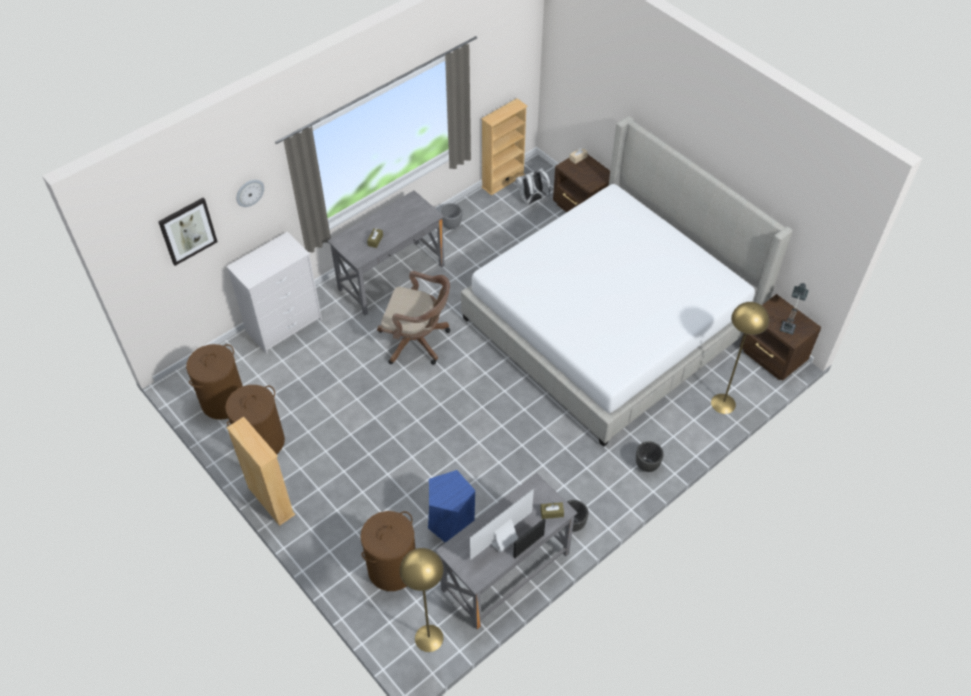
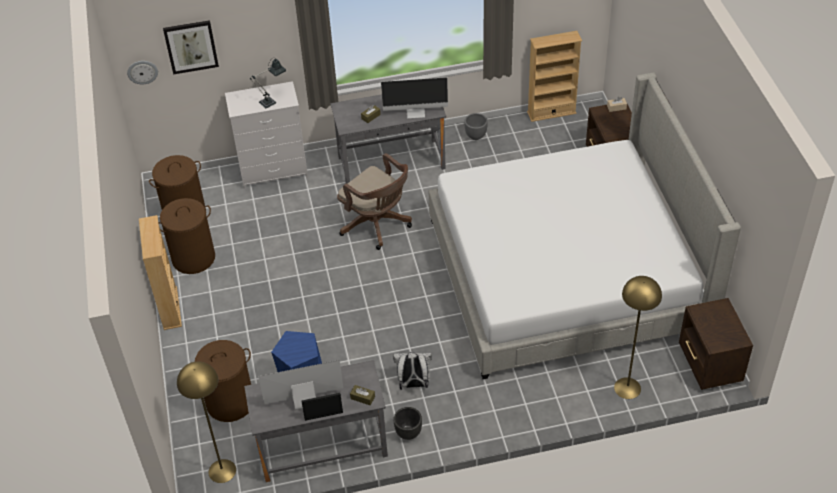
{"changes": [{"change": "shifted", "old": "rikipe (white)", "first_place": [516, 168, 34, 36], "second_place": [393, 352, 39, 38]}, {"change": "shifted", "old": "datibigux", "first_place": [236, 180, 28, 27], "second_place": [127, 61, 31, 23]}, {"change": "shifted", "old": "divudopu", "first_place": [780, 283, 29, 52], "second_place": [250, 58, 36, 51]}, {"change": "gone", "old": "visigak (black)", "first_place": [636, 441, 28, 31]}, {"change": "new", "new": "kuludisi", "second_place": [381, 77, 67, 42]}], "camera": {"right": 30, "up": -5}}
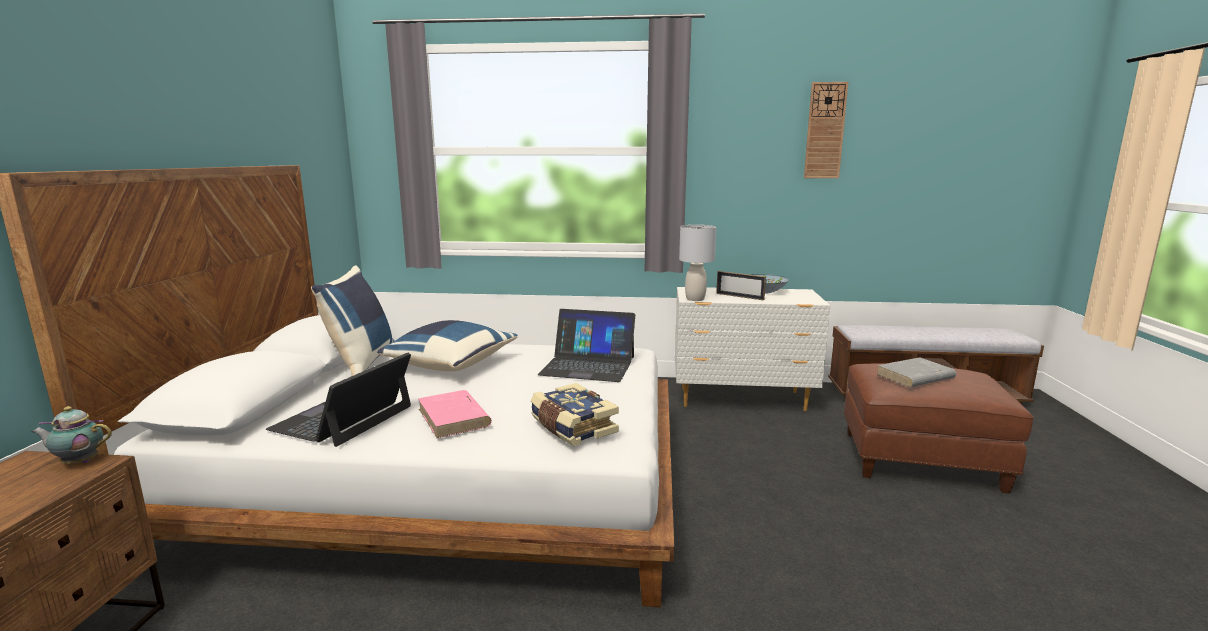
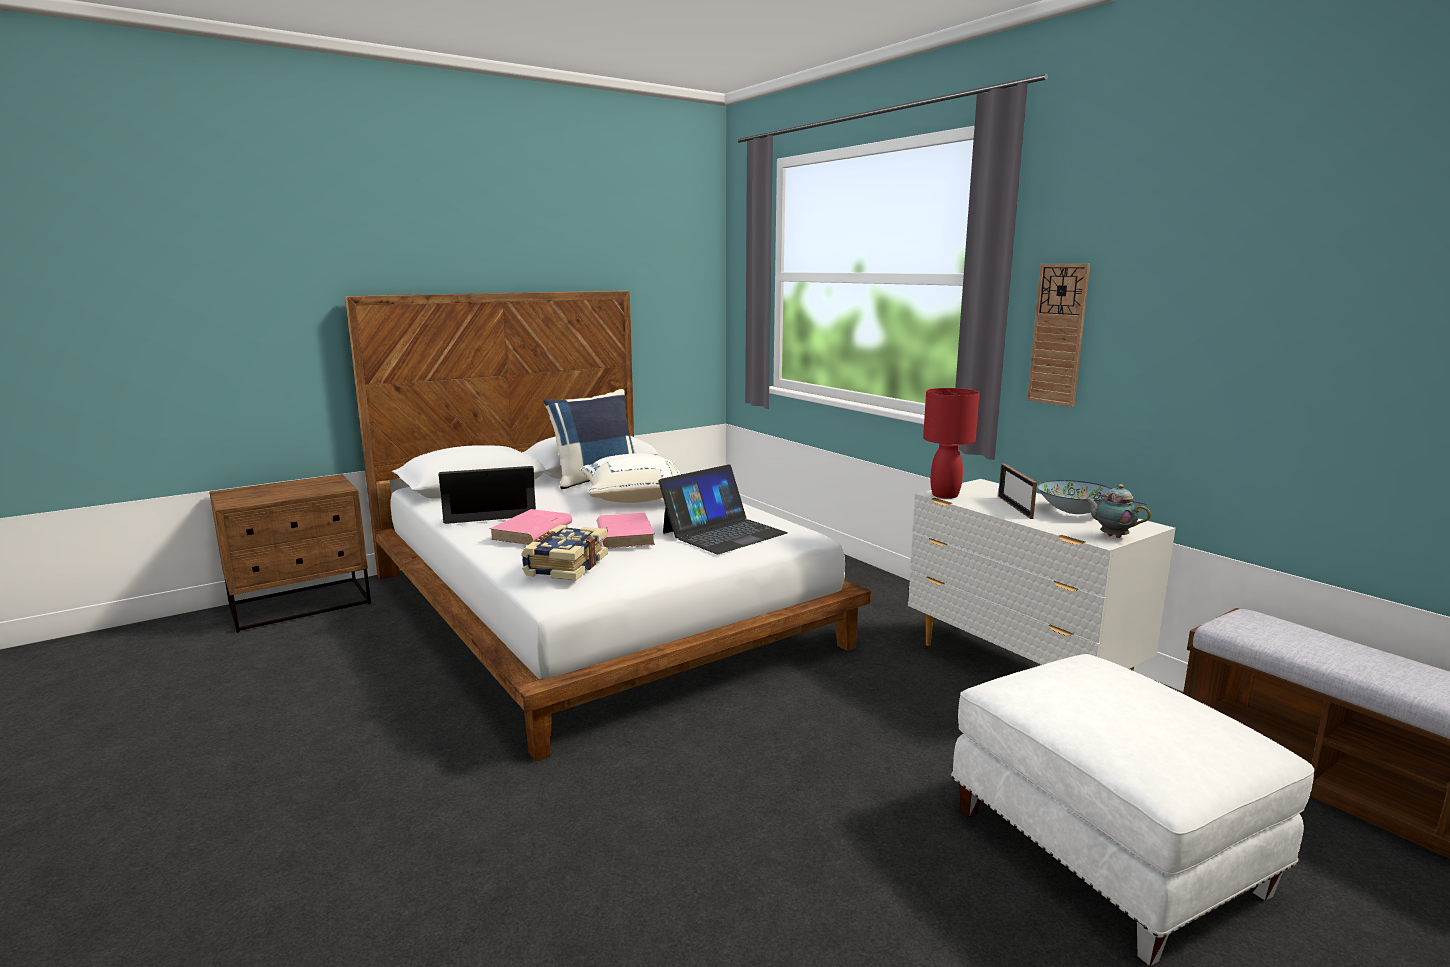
{"changes": [{"change": "shifted", "old": "datibigux", "first_place": [804, 82, 44, 96], "second_place": [1027, 264, 63, 143]}, {"change": "repainted", "old": "divudopu (grey)", "new": "divudopu (red)", "first_place": [679, 225, 37, 76], "second_place": [923, 388, 57, 111]}, {"change": "rotated", "old": "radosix", "first_place": [538, 309, 97, 73], "second_place": [658, 464, 130, 90], "degrees": -105}, {"change": "repainted", "old": "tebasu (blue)", "new": "tebasu (white)", "first_place": [377, 320, 140, 51], "second_place": [580, 453, 102, 50]}, {"change": "gone", "old": "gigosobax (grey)", "first_place": [877, 357, 79, 30]}, {"change": "repainted", "old": "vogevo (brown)", "new": "vogevo (white)", "first_place": [843, 364, 191, 129], "second_place": [951, 654, 364, 312]}, {"change": "shifted", "old": "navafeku", "first_place": [31, 406, 81, 58], "second_place": [1084, 484, 67, 54]}, {"change": "new", "new": "gigosobax (pink)", "second_place": [597, 513, 58, 35]}], "camera": {"right": 50, "up": 0}}
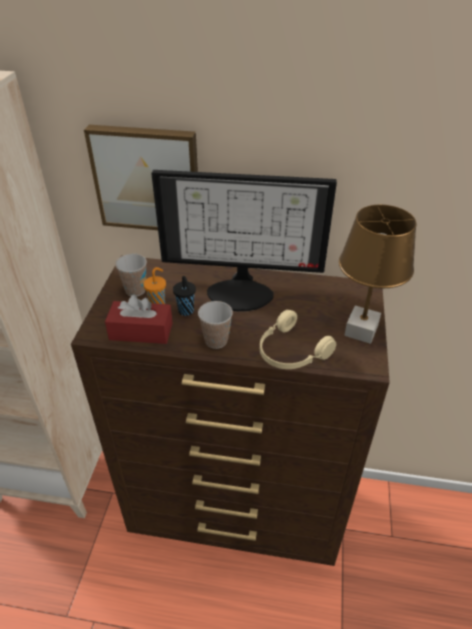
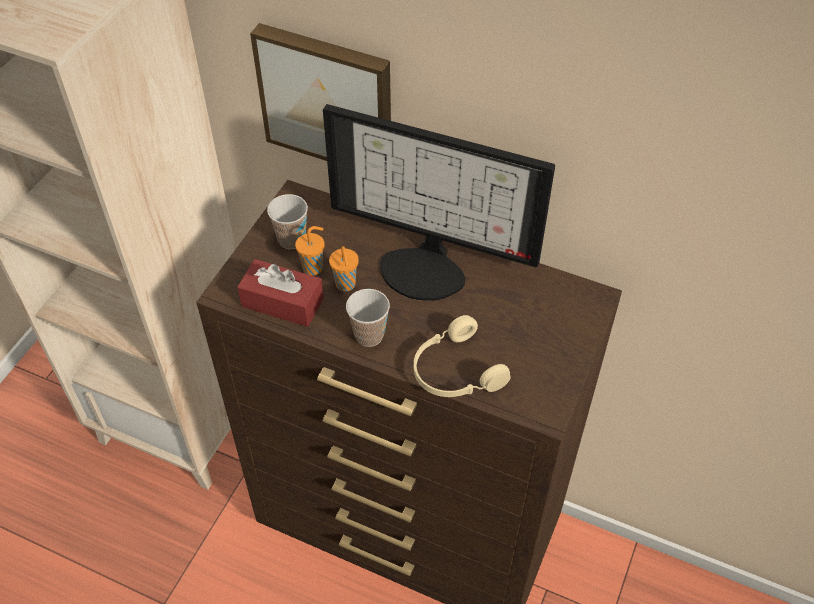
{"changes": [{"change": "gone", "old": "divudopu (brown)", "first_place": [339, 205, 77, 139]}, {"change": "repainted", "old": "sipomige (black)", "new": "sipomige (orange)", "first_place": [173, 276, 23, 40], "second_place": [329, 246, 30, 45]}], "camera": {"right": 15, "up": 10}}
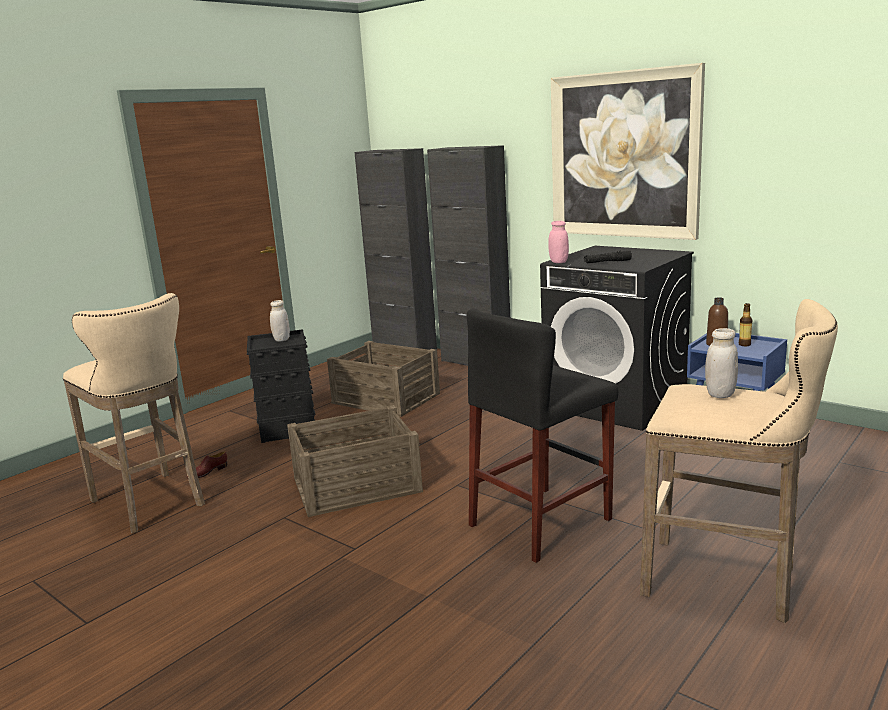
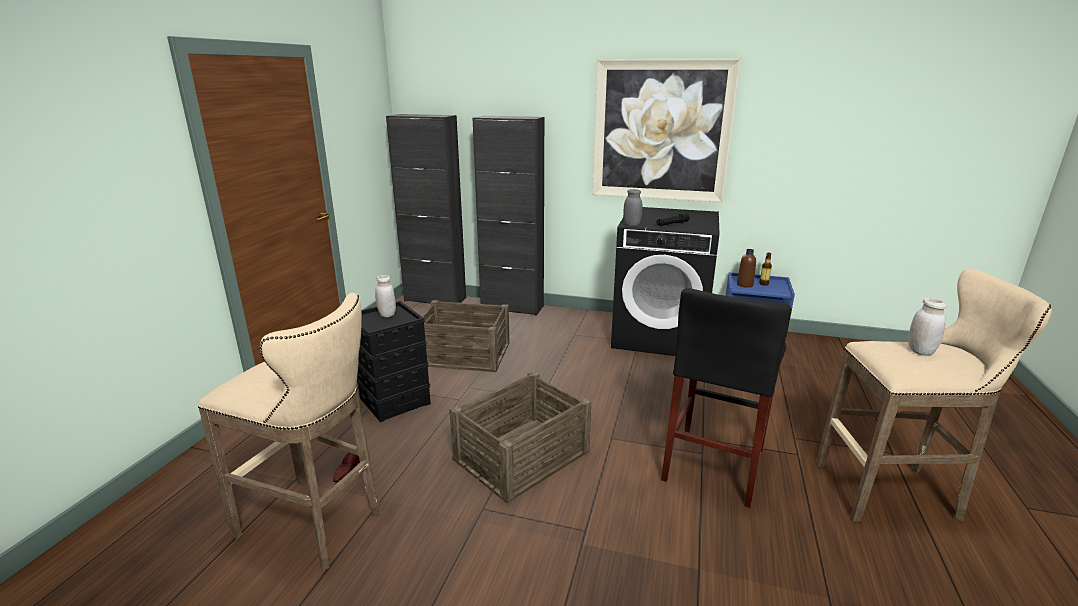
{"changes": [{"change": "repainted", "old": "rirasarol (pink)", "new": "rirasarol (grey)", "first_place": [548, 221, 21, 42], "second_place": [623, 189, 20, 37]}], "camera": {"right": -25, "up": 5}}
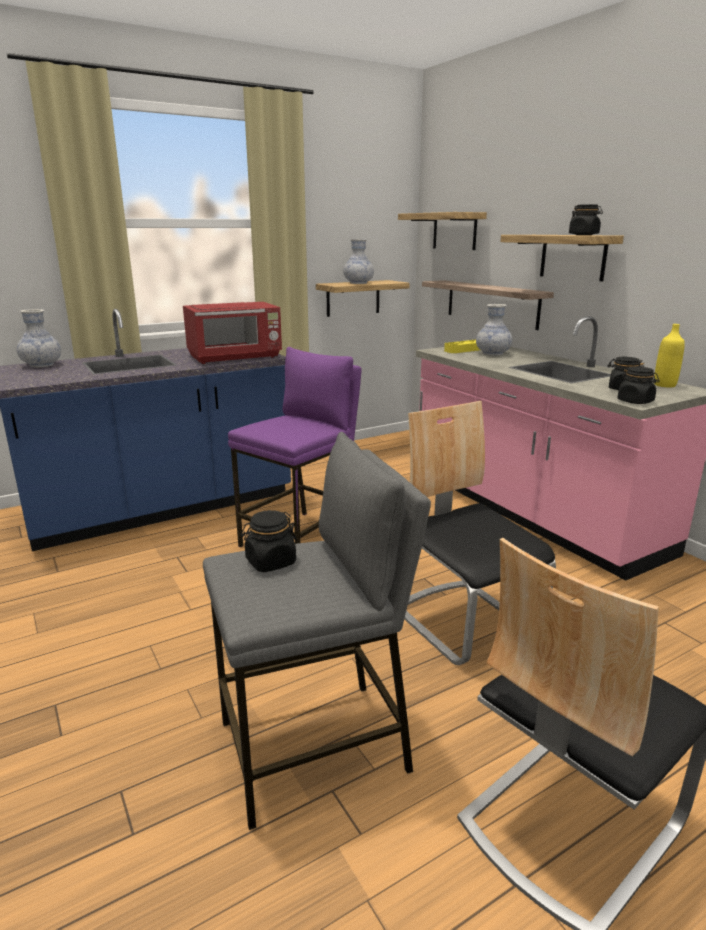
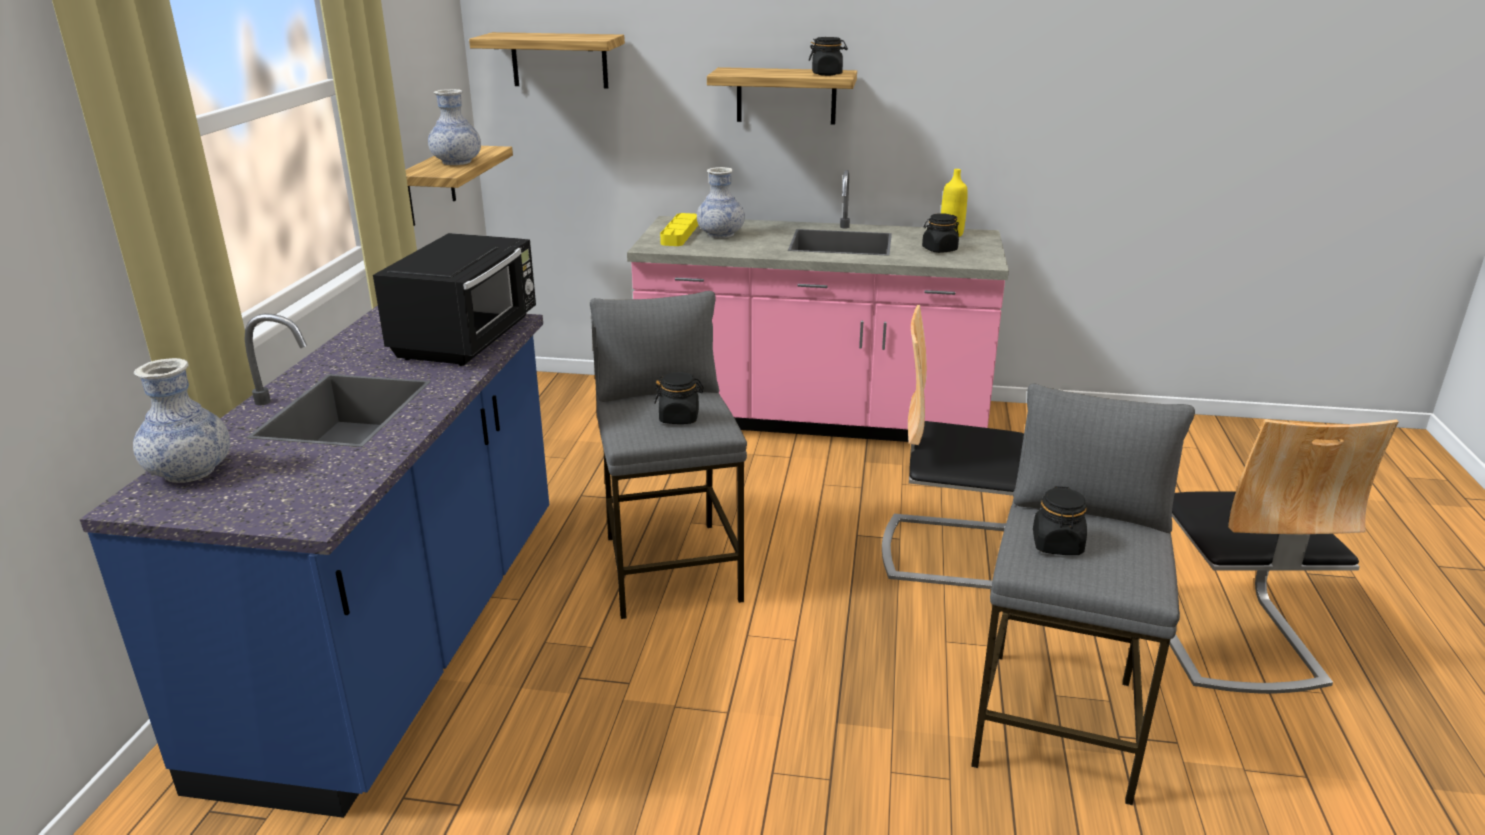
{"changes": [{"change": "gone", "old": "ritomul", "first_place": [422, 280, 132, 50]}, {"change": "repainted", "old": "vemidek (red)", "new": "vemidek (black)", "first_place": [183, 302, 99, 62], "second_place": [373, 233, 163, 133]}, {"change": "repainted", "old": "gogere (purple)", "new": "gogere (grey)", "first_place": [228, 347, 134, 200], "second_place": [590, 291, 157, 328]}, {"change": "shifted", "old": "rirasarol (black)", "first_place": [617, 367, 43, 37], "second_place": [654, 372, 50, 52]}], "camera": {"right": -50, "up": 5}}
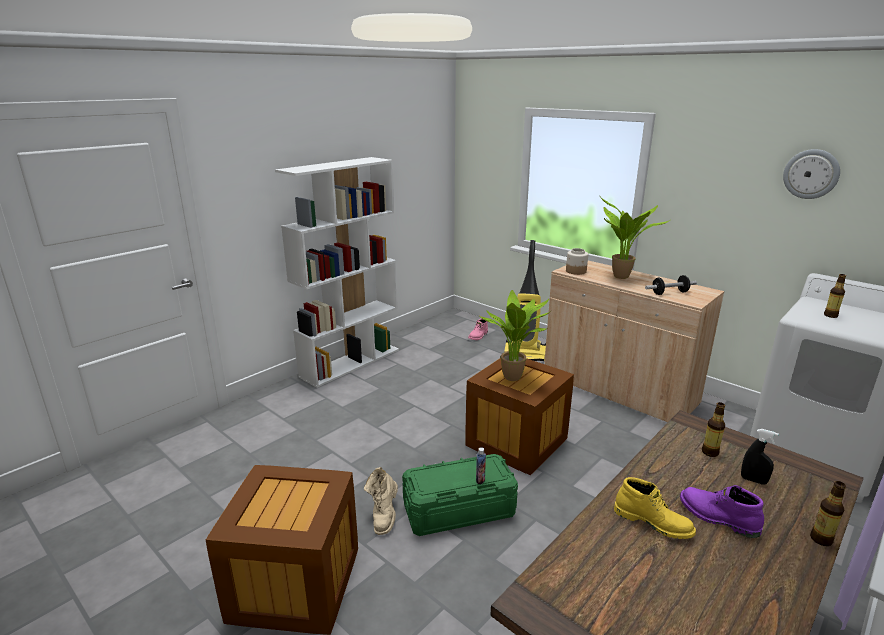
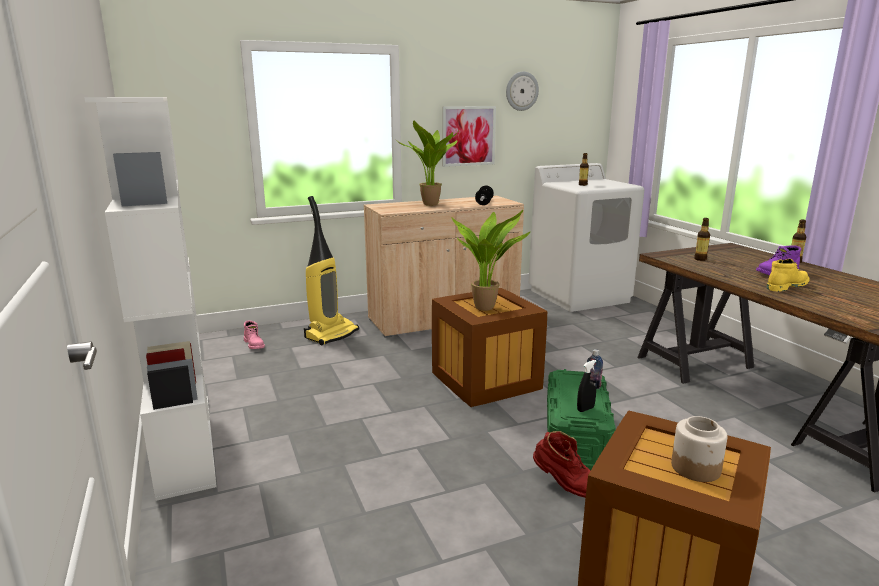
{"changes": [{"change": "shifted", "old": "rirasarol", "first_place": [566, 248, 22, 27], "second_place": [671, 416, 57, 66]}, {"change": "shifted", "old": "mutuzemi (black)", "first_place": [741, 429, 38, 56], "second_place": [577, 360, 20, 52]}, {"change": "repainted", "old": "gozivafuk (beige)", "new": "gozivafuk (red)", "first_place": [364, 467, 34, 68], "second_place": [533, 431, 58, 67]}, {"change": "new", "new": "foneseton", "second_place": [442, 106, 54, 61]}], "camera": {"right": -65, "up": -5}}
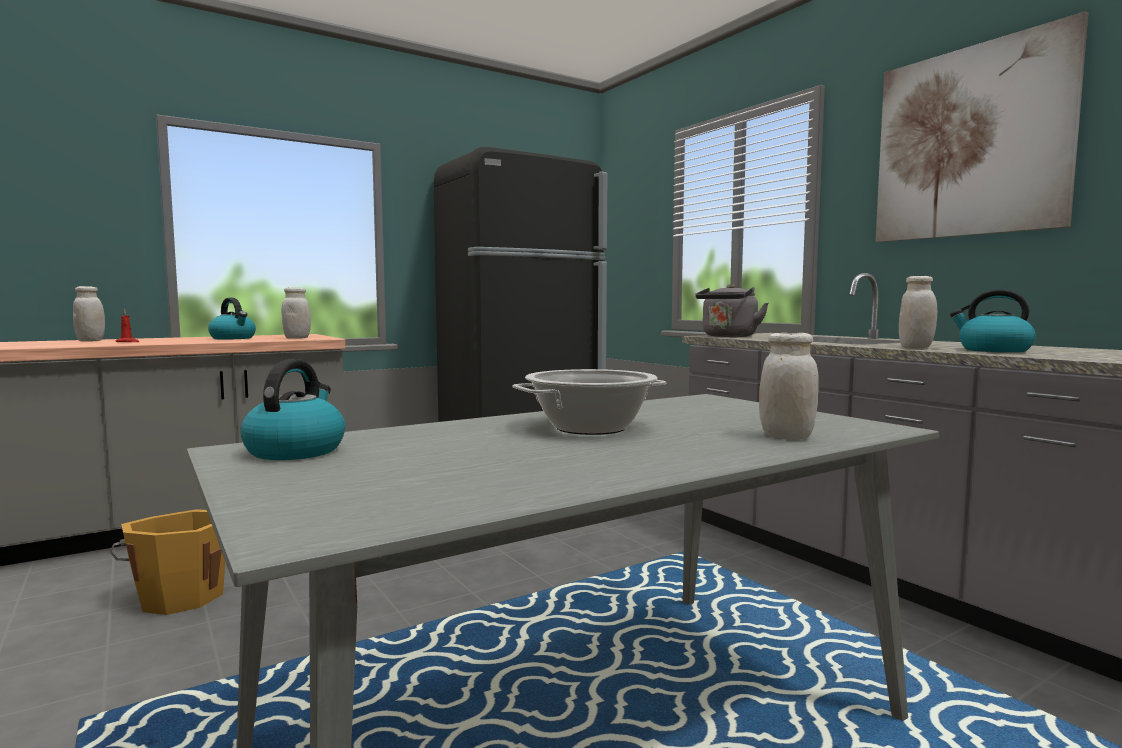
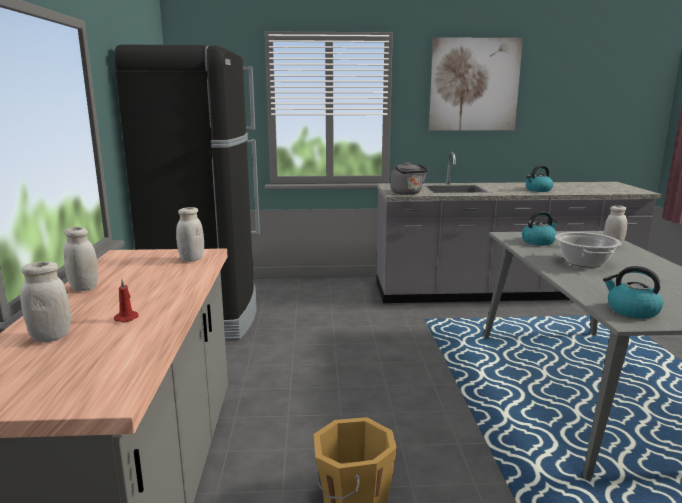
{"changes": [{"change": "shifted", "old": "rirasarol (white)", "first_place": [899, 276, 38, 72], "second_place": [64, 227, 34, 64]}, {"change": "shifted", "old": "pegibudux", "first_place": [208, 298, 48, 42], "second_place": [522, 211, 36, 34]}], "camera": {"right": -60, "up": 10}}
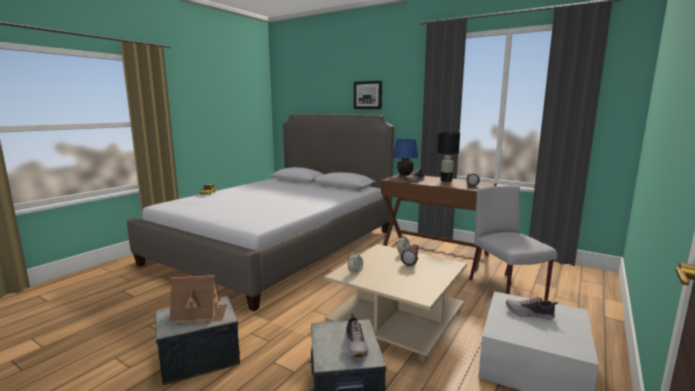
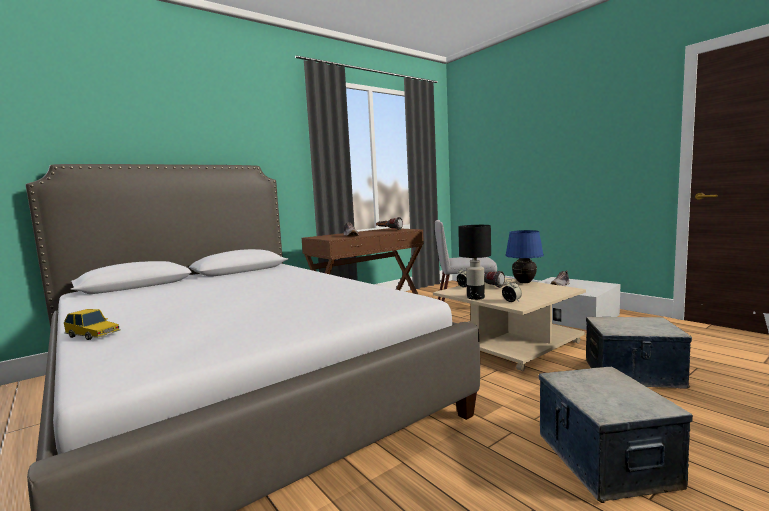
{"changes": [{"change": "gone", "old": "foneseton", "first_place": [354, 81, 28, 28]}, {"change": "shifted", "old": "divudopu (black)", "first_place": [438, 132, 22, 50], "second_place": [458, 225, 33, 75]}, {"change": "shifted", "old": "divudopu (blue)", "first_place": [393, 139, 26, 37], "second_place": [505, 230, 39, 53]}, {"change": "gone", "old": "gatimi", "first_place": [169, 275, 59, 50]}, {"change": "gone", "old": "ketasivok", "first_place": [346, 313, 23, 44]}], "camera": {"right": -70, "up": -5}}
